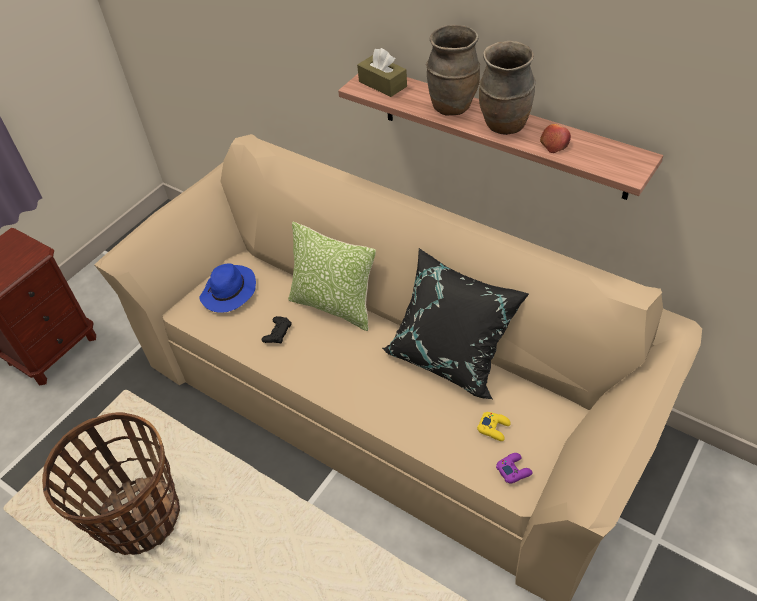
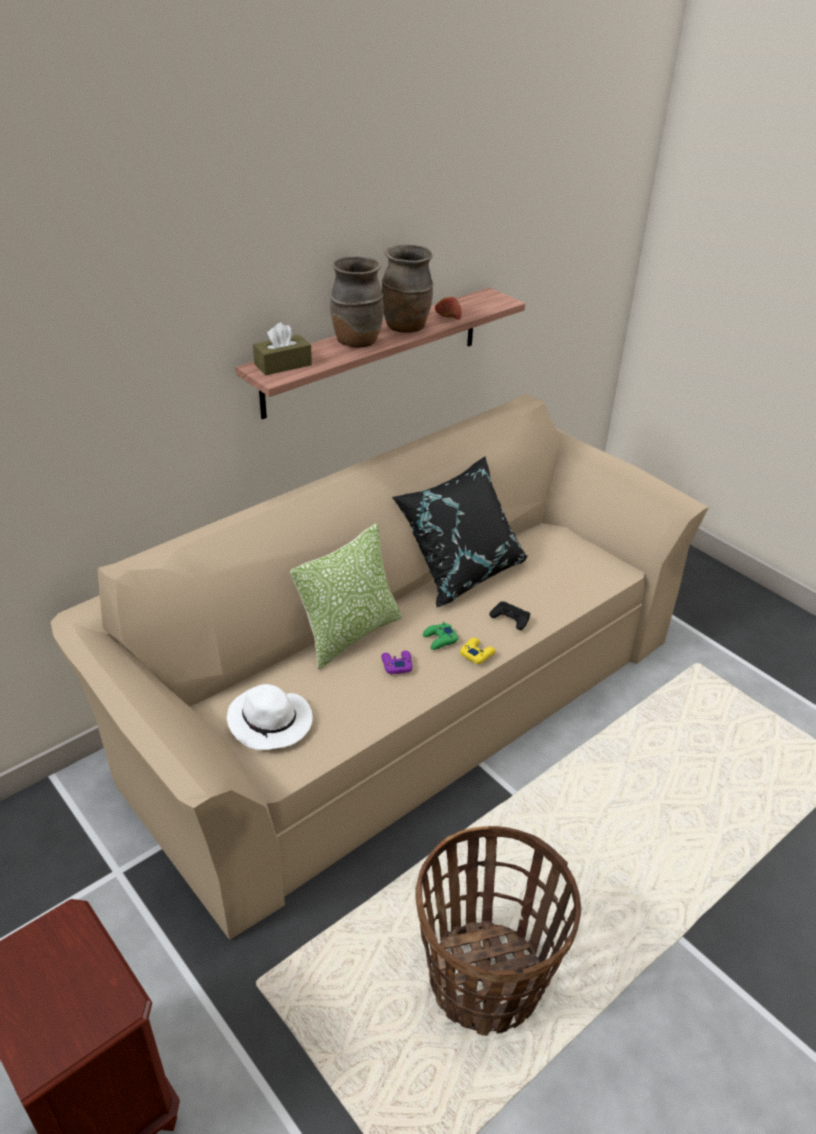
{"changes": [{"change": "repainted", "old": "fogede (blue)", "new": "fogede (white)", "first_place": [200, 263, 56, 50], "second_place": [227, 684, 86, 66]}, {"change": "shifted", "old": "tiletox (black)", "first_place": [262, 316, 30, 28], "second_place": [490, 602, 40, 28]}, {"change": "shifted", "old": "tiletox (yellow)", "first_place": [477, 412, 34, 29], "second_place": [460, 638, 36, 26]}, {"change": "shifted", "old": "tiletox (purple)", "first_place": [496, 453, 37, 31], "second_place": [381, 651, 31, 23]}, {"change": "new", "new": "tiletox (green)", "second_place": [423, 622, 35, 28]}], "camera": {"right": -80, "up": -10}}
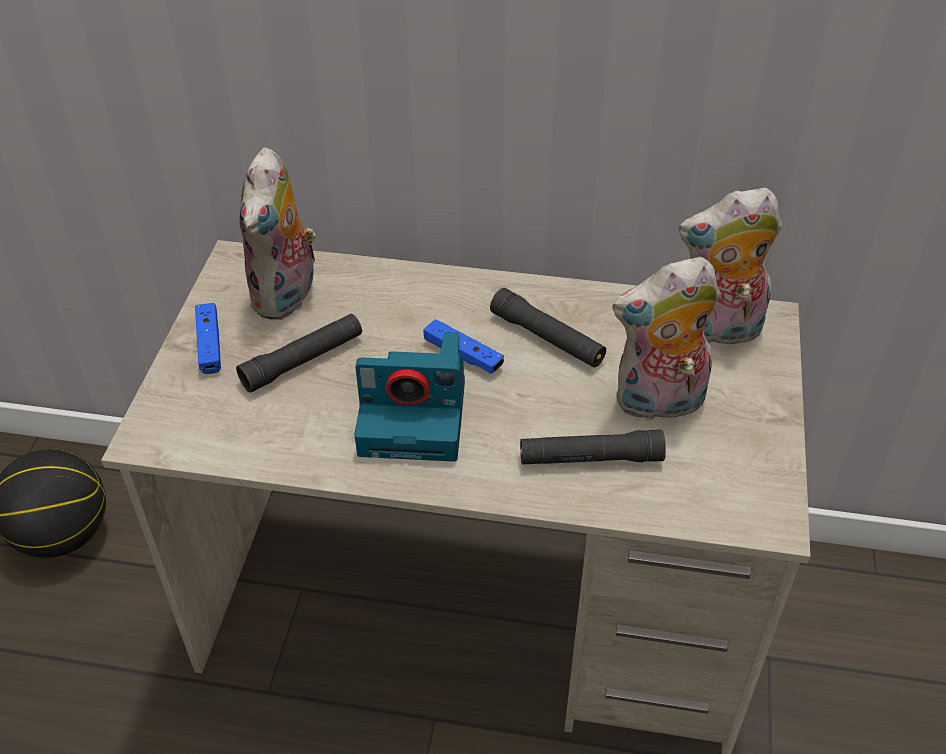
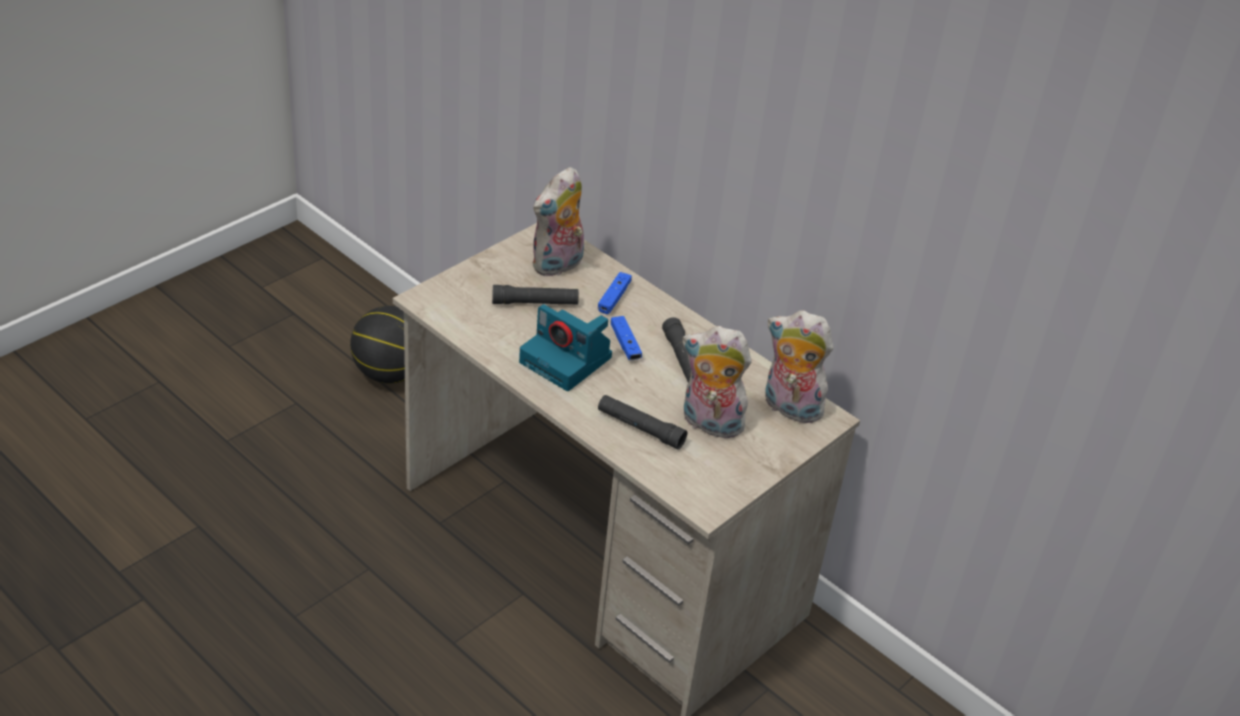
{"changes": [{"change": "shifted", "old": "tiletox (blue)", "first_place": [195, 303, 26, 71], "second_place": [598, 272, 34, 42]}], "camera": {"right": 30, "up": -5}}
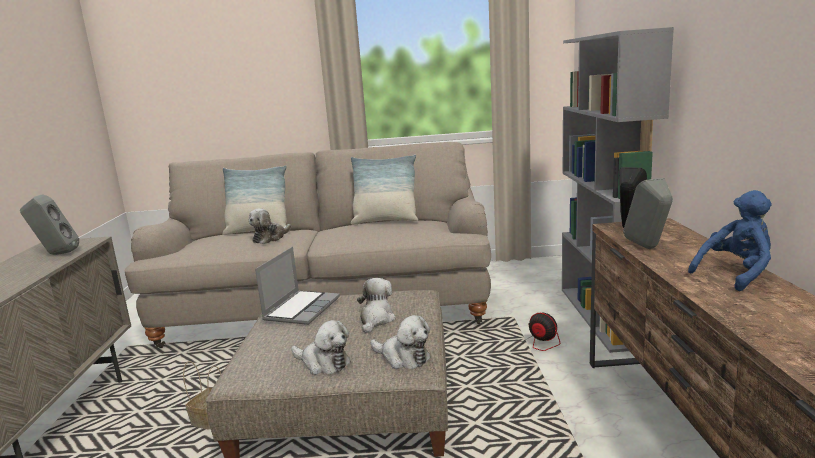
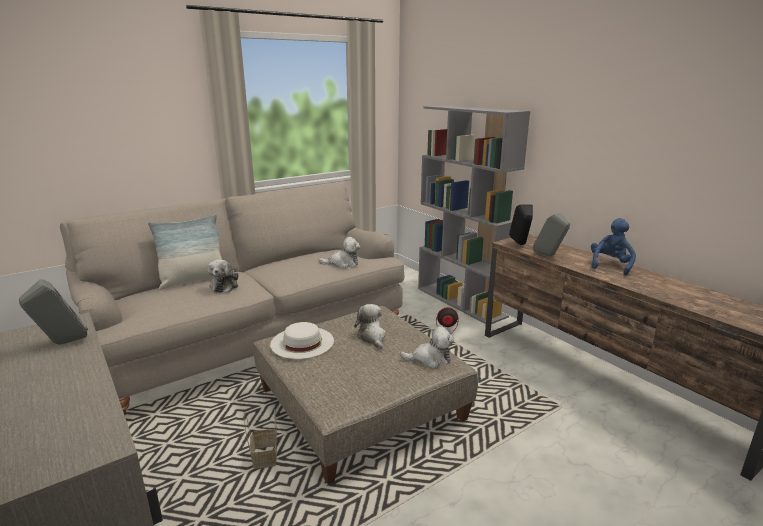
{"changes": [{"change": "gone", "old": "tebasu", "first_place": [351, 155, 67, 70]}, {"change": "swapped", "old": "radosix", "new": "fogede (white)", "first_place": [255, 247, 85, 78], "second_place": [270, 322, 64, 37]}, {"change": "shifted", "old": "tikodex", "first_place": [291, 320, 60, 55], "second_place": [319, 237, 41, 31]}], "camera": {"right": -35, "up": 5}}
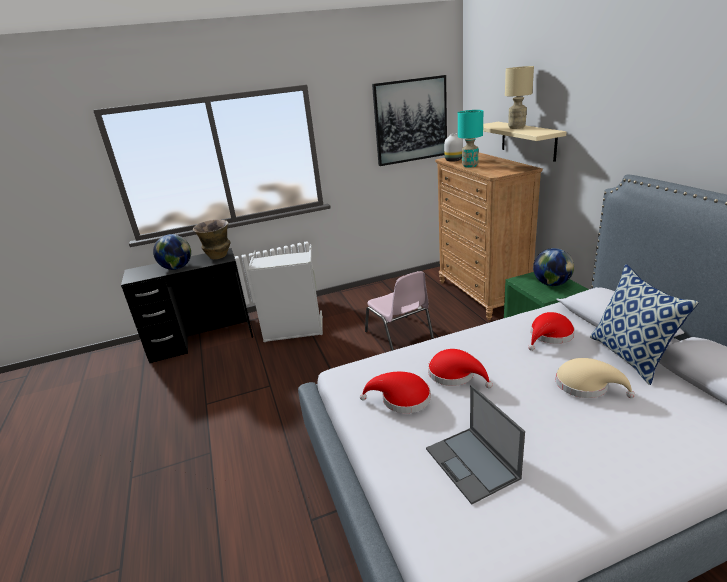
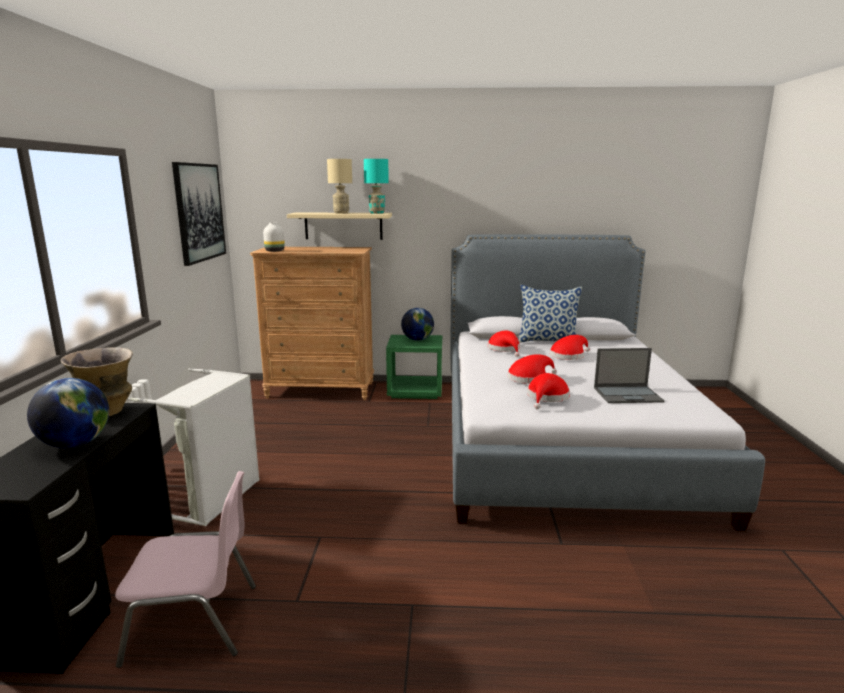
{"changes": [{"change": "shifted", "old": "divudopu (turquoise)", "first_place": [458, 110, 25, 58], "second_place": [364, 159, 25, 55]}, {"change": "shifted", "old": "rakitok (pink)", "first_place": [365, 271, 69, 80], "second_place": [115, 471, 141, 197]}, {"change": "repainted", "old": "fogede (beige)", "new": "fogede (red)", "first_place": [555, 358, 80, 40], "second_place": [550, 335, 40, 25]}], "camera": {"right": -70, "up": -10}}
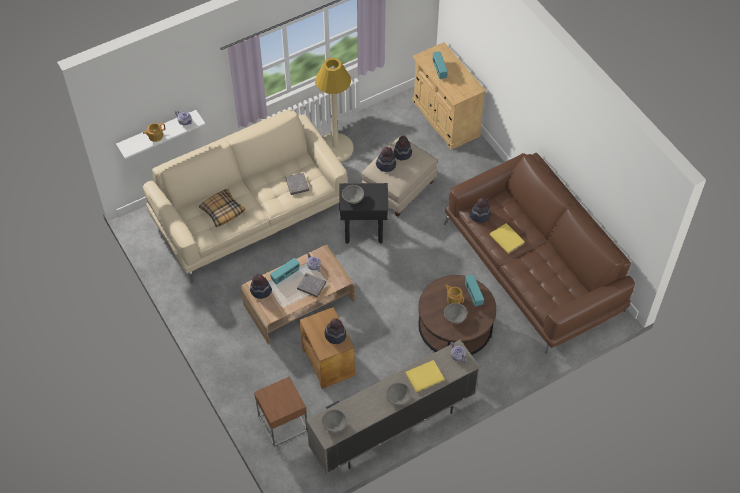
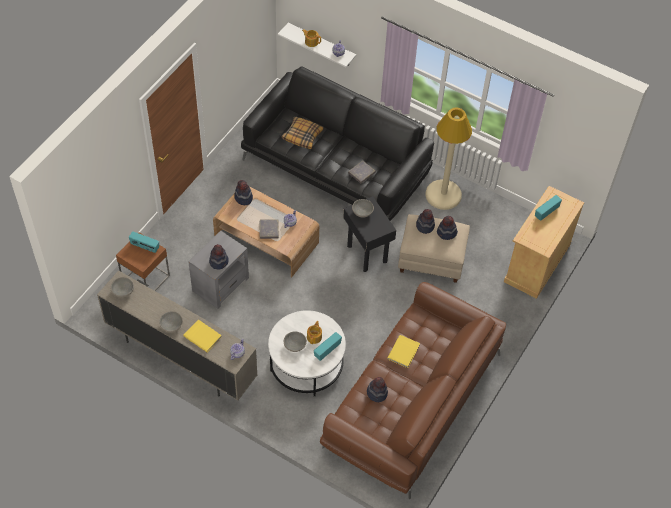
{"changes": [{"change": "repainted", "old": "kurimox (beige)", "new": "kurimox (black)", "first_place": [143, 109, 205, 175], "second_place": [241, 66, 193, 155]}, {"change": "shifted", "old": "fogede", "first_place": [470, 198, 21, 25], "second_place": [367, 377, 21, 25]}, {"change": "shifted", "old": "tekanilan", "first_place": [270, 258, 30, 27], "second_place": [129, 231, 30, 22]}, {"change": "repainted", "old": "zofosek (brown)", "new": "zofosek (white)", "first_place": [418, 275, 78, 80], "second_place": [268, 310, 78, 86]}, {"change": "repainted", "old": "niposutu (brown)", "new": "niposutu (grey)", "first_place": [299, 307, 56, 82], "second_place": [188, 231, 61, 78]}], "camera": {"right": 60, "up": 0}}
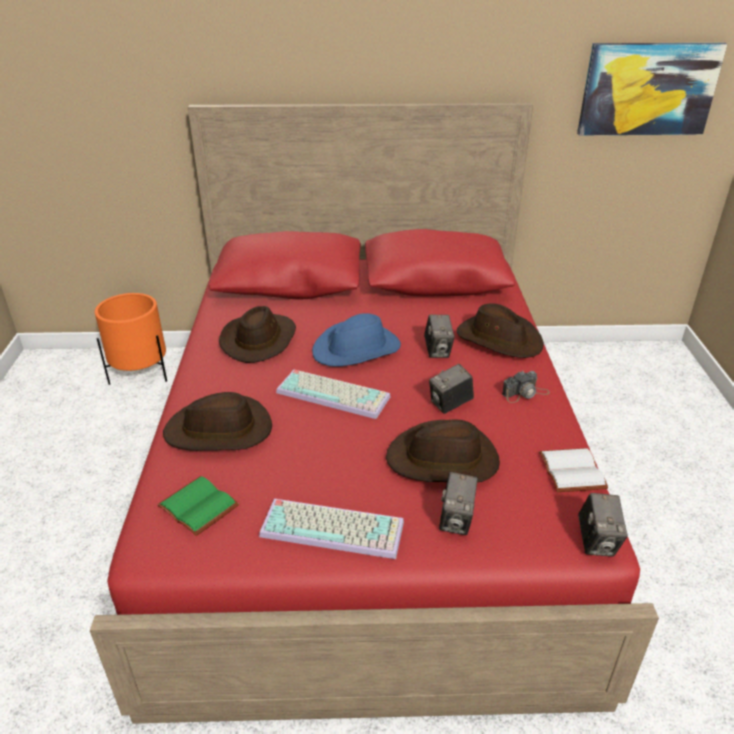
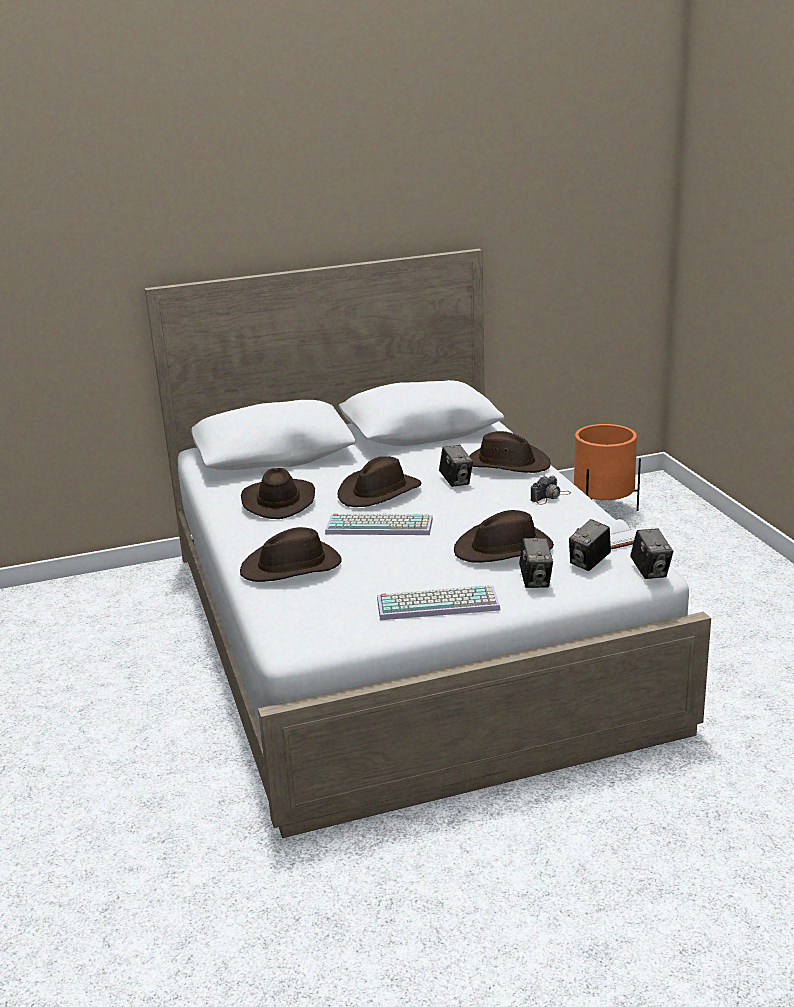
{"changes": [{"change": "gone", "old": "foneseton", "first_place": [577, 43, 151, 92]}, {"change": "repainted", "old": "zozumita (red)", "new": "zozumita (white)", "first_place": [90, 103, 569, 621], "second_place": [144, 249, 567, 589]}, {"change": "shifted", "old": "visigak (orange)", "first_place": [94, 293, 73, 92], "second_place": [574, 424, 67, 87]}, {"change": "repainted", "old": "fogede (blue)", "new": "fogede (brown)", "first_place": [312, 313, 89, 54], "second_place": [338, 456, 83, 51]}, {"change": "shifted", "old": "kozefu", "first_place": [429, 364, 45, 50], "second_place": [569, 519, 42, 52]}, {"change": "gone", "old": "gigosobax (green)", "first_place": [157, 476, 82, 60]}], "camera": {"right": -15, "up": -10}}
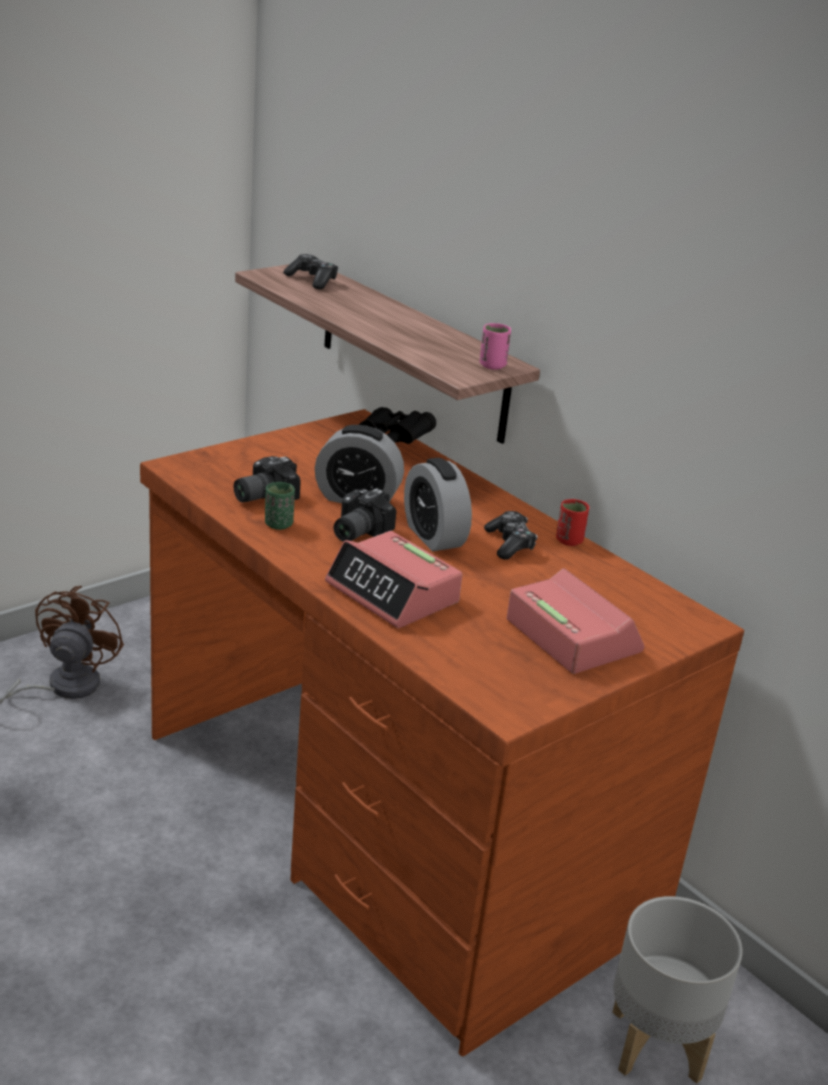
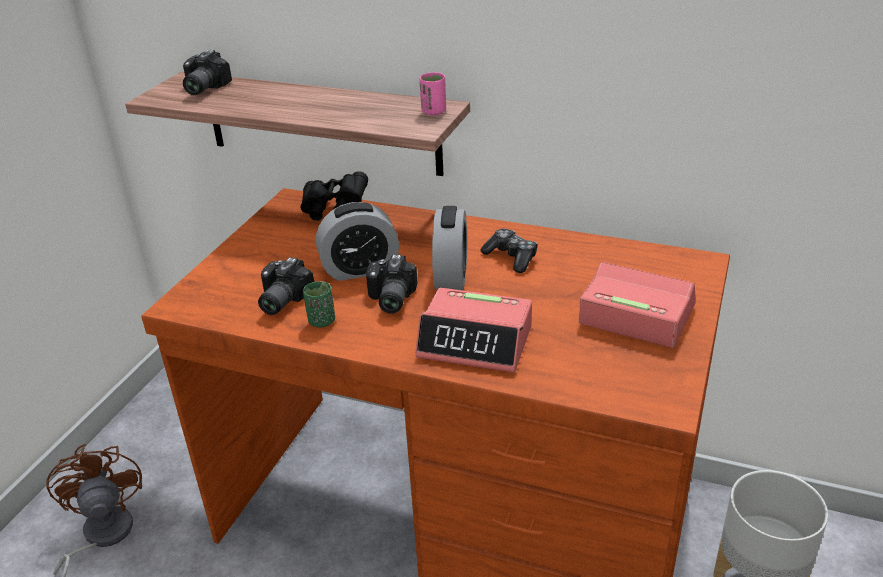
{"changes": [{"change": "swapped", "old": "tiletox", "new": "kozefu", "first_place": [283, 254, 55, 35], "second_place": [183, 50, 49, 45]}, {"change": "rotated", "old": "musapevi", "first_place": [404, 458, 68, 93], "second_place": [432, 206, 35, 84], "degrees": -120}, {"change": "gone", "old": "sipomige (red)", "first_place": [556, 499, 33, 47]}], "camera": {"right": -25, "up": 5}}
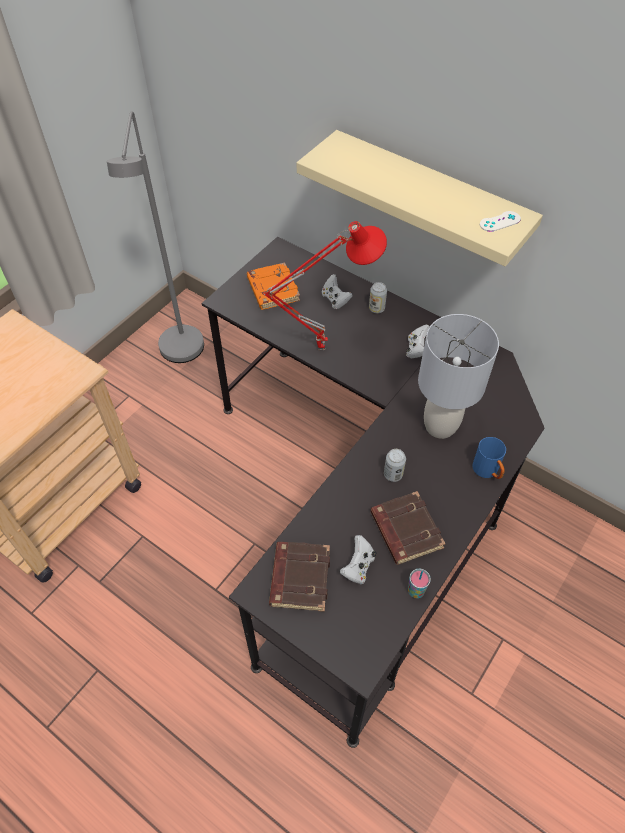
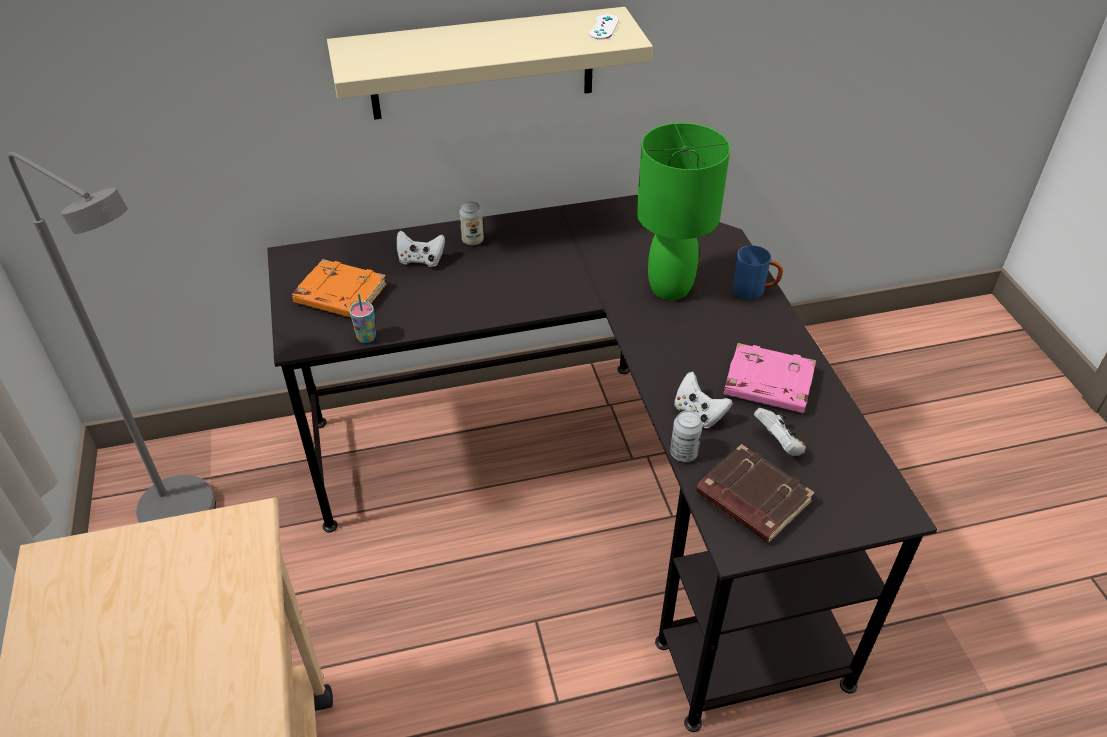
{"changes": [{"change": "gone", "old": "divudopu (red)", "first_place": [263, 221, 124, 129]}, {"change": "repainted", "old": "divudopu (grey)", "new": "divudopu (green)", "first_place": [418, 314, 81, 125], "second_place": [637, 123, 93, 177]}, {"change": "shifted", "old": "tiletox (white)", "first_place": [406, 325, 24, 33], "second_place": [674, 372, 59, 56]}, {"change": "shifted", "old": "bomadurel", "first_place": [384, 449, 22, 33], "second_place": [670, 410, 33, 52]}, {"change": "repainted", "old": "gigosobax (brown)", "new": "gigosobax (pink)", "first_place": [371, 491, 75, 74], "second_place": [724, 343, 92, 70]}, {"change": "shifted", "old": "sipomige", "first_place": [408, 569, 23, 29], "second_place": [349, 294, 27, 49]}], "camera": {"right": -50, "up": -10}}
